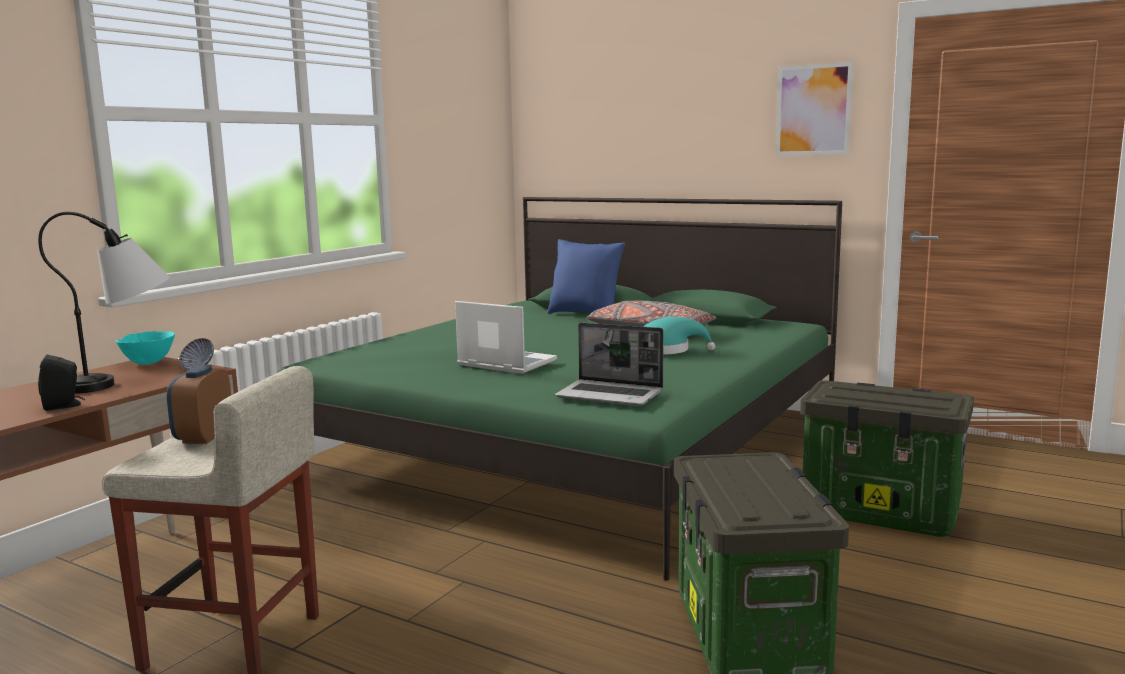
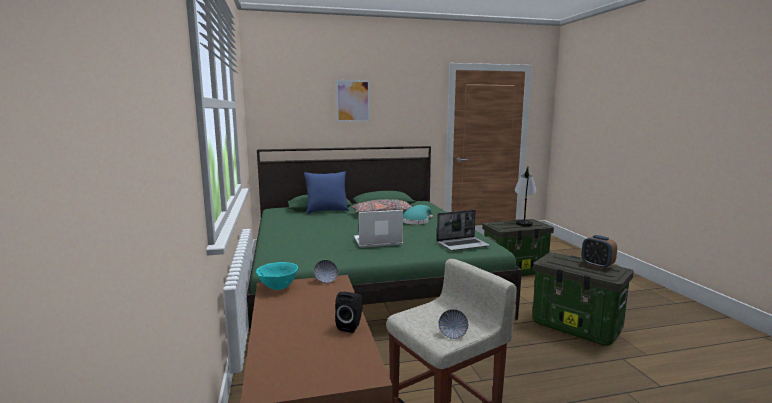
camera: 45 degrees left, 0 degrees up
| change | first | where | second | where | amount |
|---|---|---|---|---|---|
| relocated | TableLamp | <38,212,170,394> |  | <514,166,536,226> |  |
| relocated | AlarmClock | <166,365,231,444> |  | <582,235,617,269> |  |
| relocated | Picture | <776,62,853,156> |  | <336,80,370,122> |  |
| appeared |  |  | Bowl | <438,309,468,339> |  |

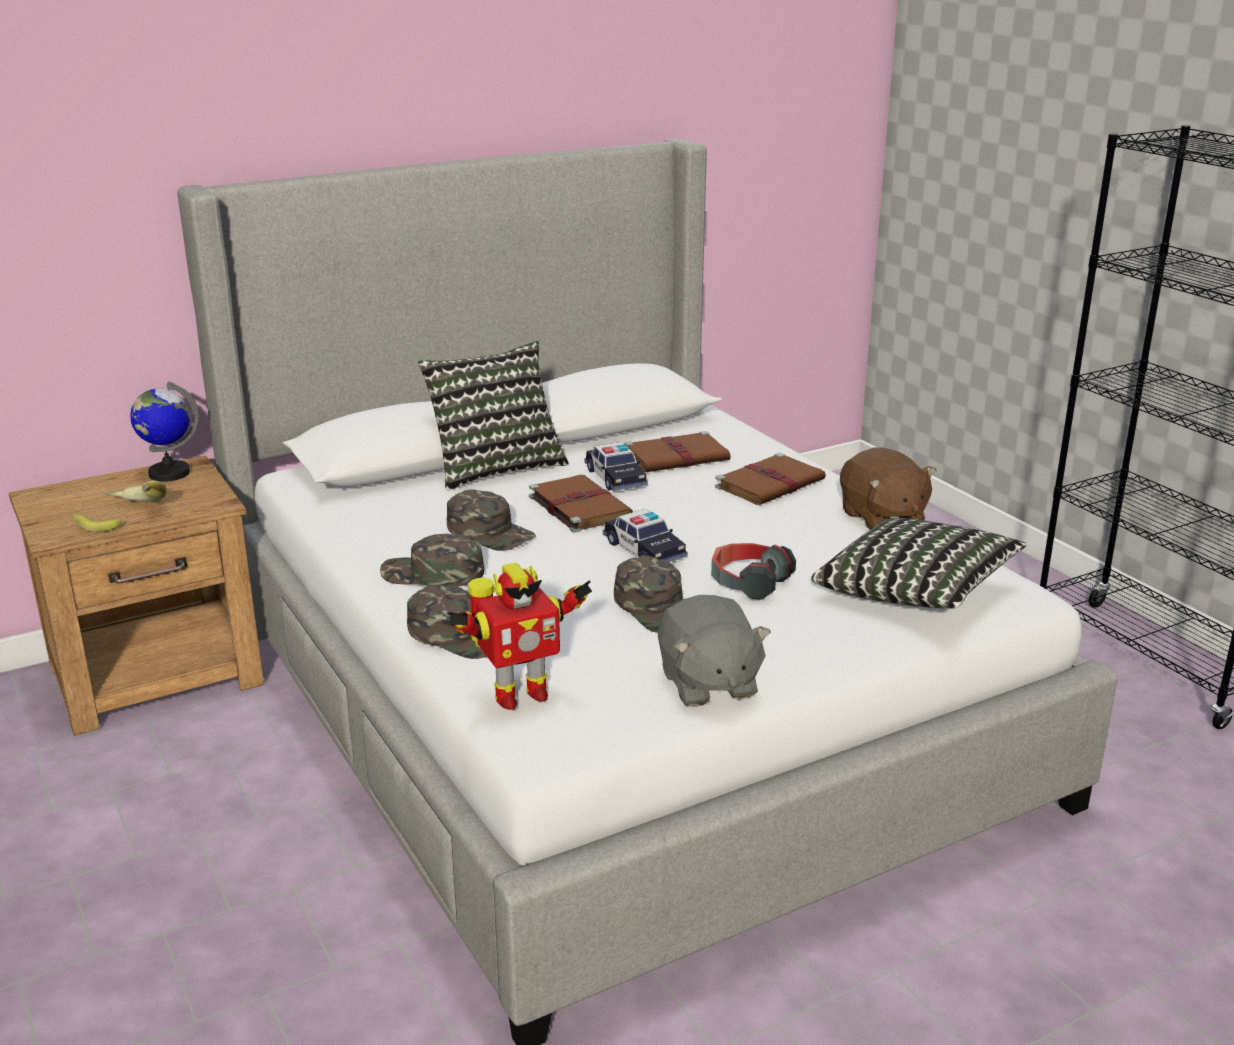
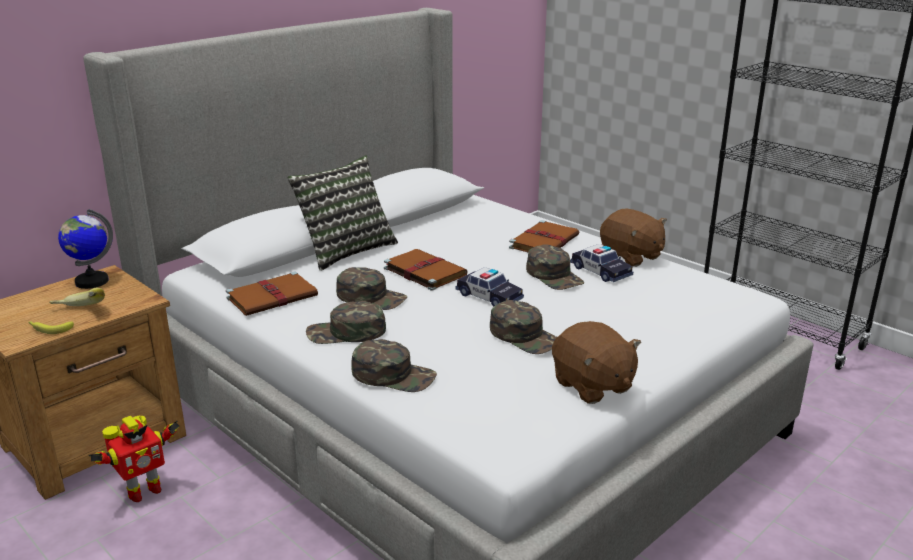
camera: 15 degrees left, 0 degrees up
| change | first | where | second | where | amount |
|---|---|---|---|---|---|
| relocated | ToyRobot | <447,563,592,710> |  | <89,416,180,502> |  |
| relocated | ToyCar | <584,442,648,491> |  | <570,244,633,282> |  |
| relocated | BrownBook | <624,431,731,472> |  | <226,271,318,316> |  |
| colour | GreyPlushToy | <658,595,771,707> | BrownPlushToy | <552,321,641,404> |  |
| missing | Headphones | <711,543,796,600> |  |  |  |
| missing | Pillow | <811,518,1027,609> |  |  |  |
| appeared |  |  | GreenCap | <526,244,584,290> |  |

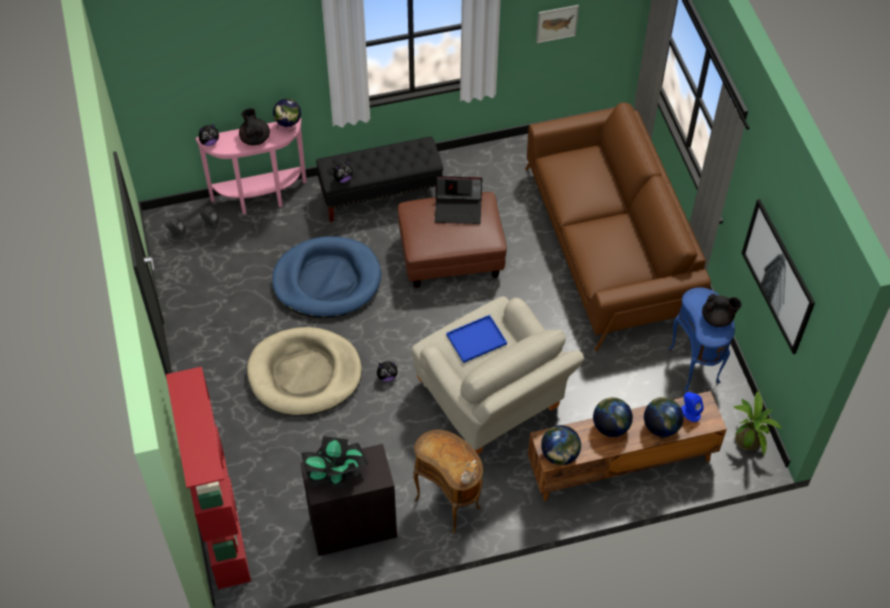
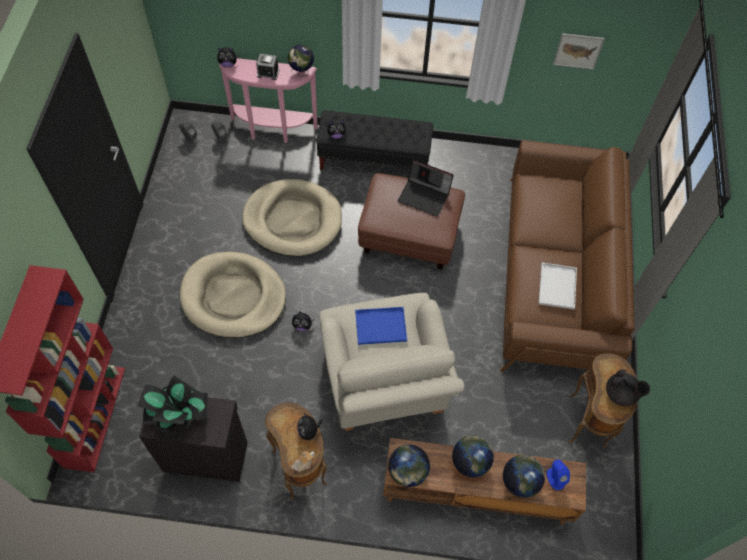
camera: 20 degrees right, 5 degrees up
| change | first | where | second | where | amount |
|---|---|---|---|---|---|
| exchanged | BlackTeapot | <239,108,270,146> | AlarmClock | <256,54,279,80> |  |
| colour | BlueDogBed | <272,236,382,318> | BeigeDogBed | <242,179,342,256> |  |
| colour | BlueSideTable | <668,287,735,391> | BrownSideTable | <568,353,637,448> |  |
| missing | PottedPlant | <734,391,782,456> |  |  |  |
| missing | Picture | <742,199,815,354> |  |  |  |
| appeared |  |  | PlushToy | <297,414,322,440> |  |
| appeared |  |  | WhiteTray | <538,262,577,310> |  |

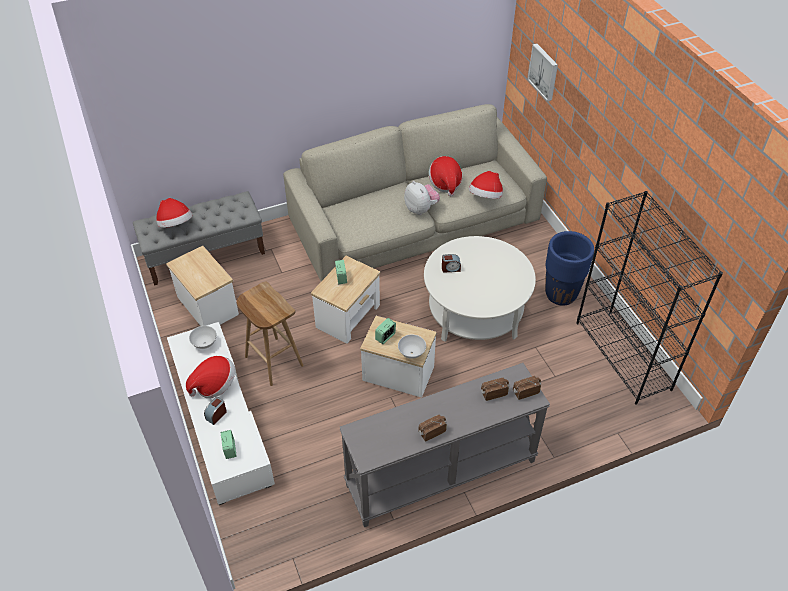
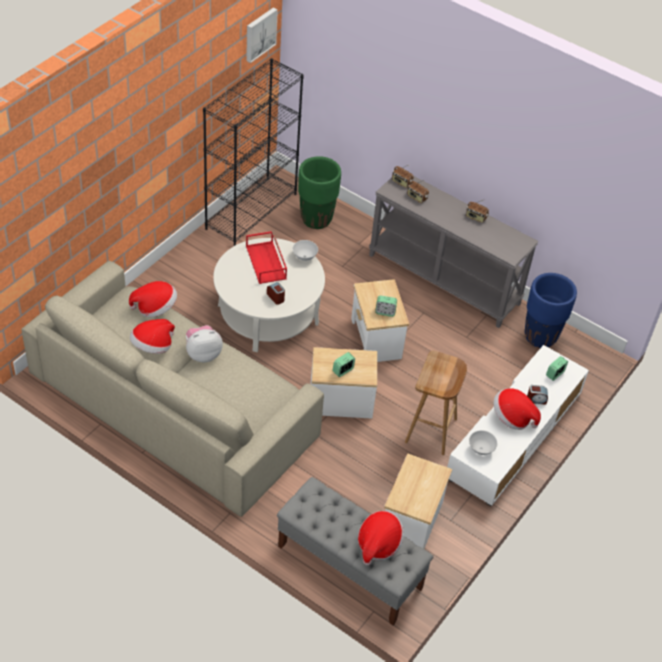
camera: 125 degrees left, 0 degrees up
| change | first | where | second | where | amount |
|---|---|---|---|---|---|
| relocated | WhiteBowl | <398,334,426,359> |  | <293,240,318,261> |  |
| spun | PlushToy | <404,181,440,215> |  | <186,325,223,362> | 45 degrees clockwise |
| relocated | Picture | <528,43,558,101> |  | <246,7,278,63> |  |
| relocated | BluePlanter | <545,231,594,306> |  | <525,273,577,348> |  |
| appeared |  |  | RedTray | <246,231,287,284> |  |
| appeared |  |  | GreenPlanter | <298,156,341,229> |  |

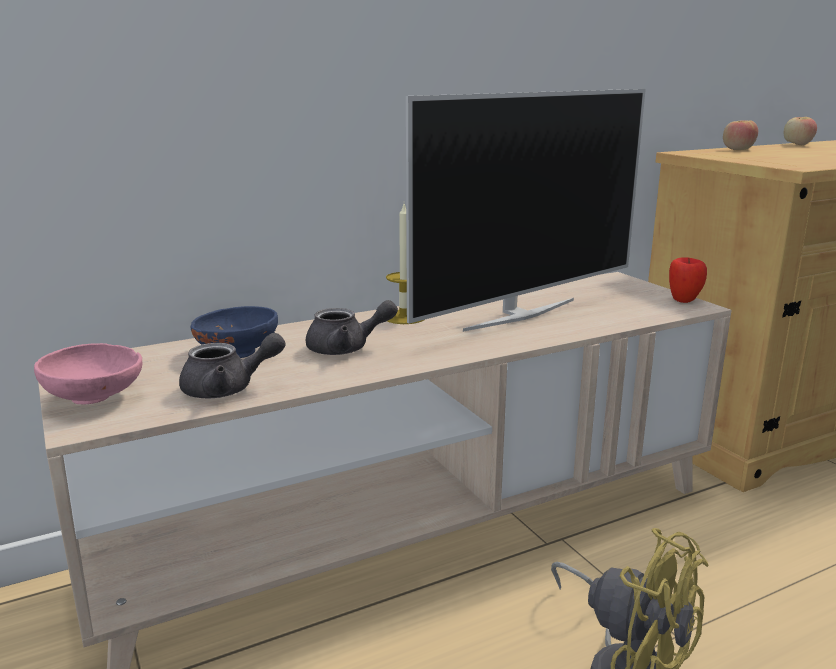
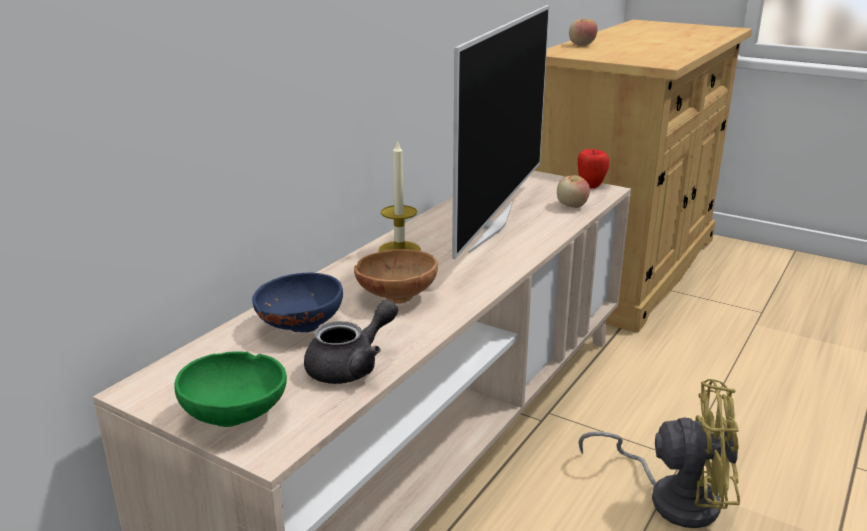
camera: 30 degrees left, 5 degrees up
| change | first | where | second | where | amount |
|---|---|---|---|---|---|
| colour | PinkBowl | <34,343,142,404> | GreenBowl | <174,352,287,427> |  |
| exchanged | GreyTeapot | <306,300,398,355> | BrownBowl | <354,249,438,303> |  |
| relocated | Apple | <784,117,817,145> |  | <557,175,590,208> |  |

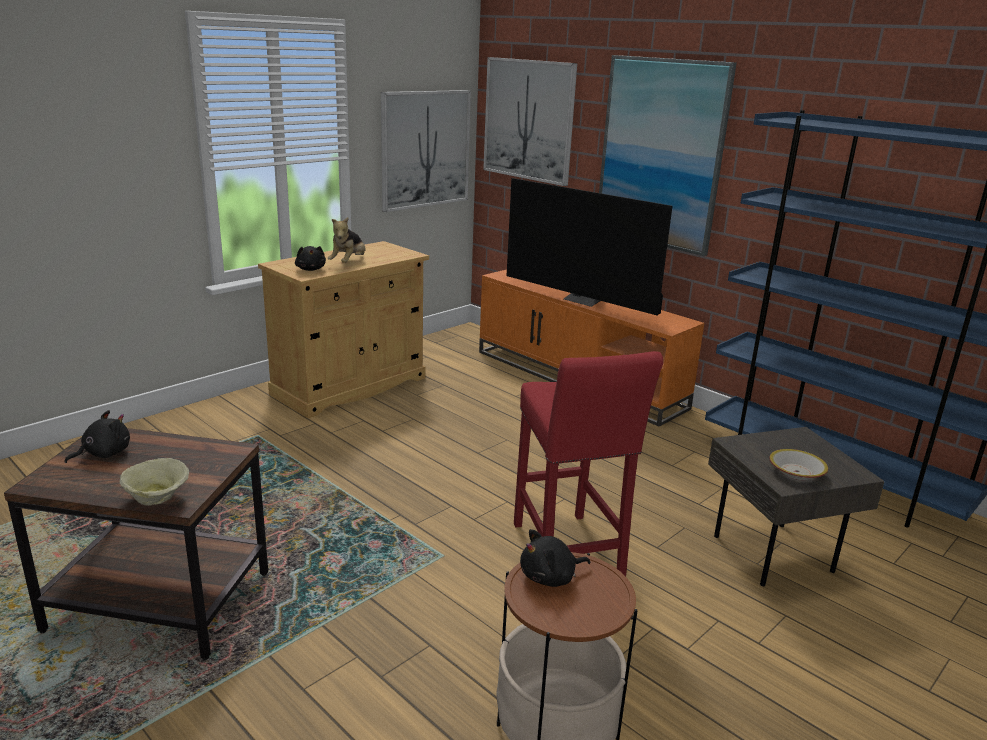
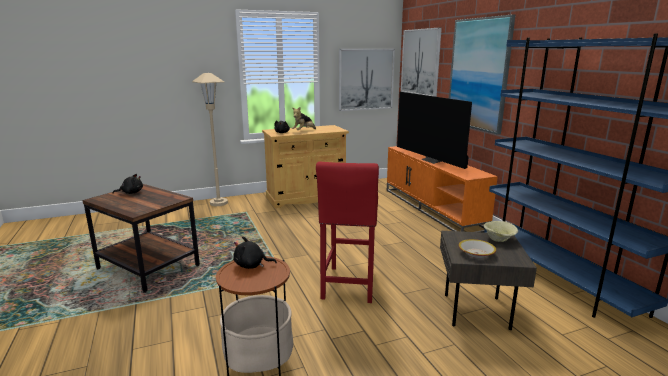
camera: 25 degrees right, 5 degrees down
| change | first | where | second | where | amount |
|---|---|---|---|---|---|
| relocated | BeigeBowl | <119,458,189,506> |  | <484,221,518,242> |  |
| appeared |  |  | BeigeFloorLamp | <192,73,228,206> |  |

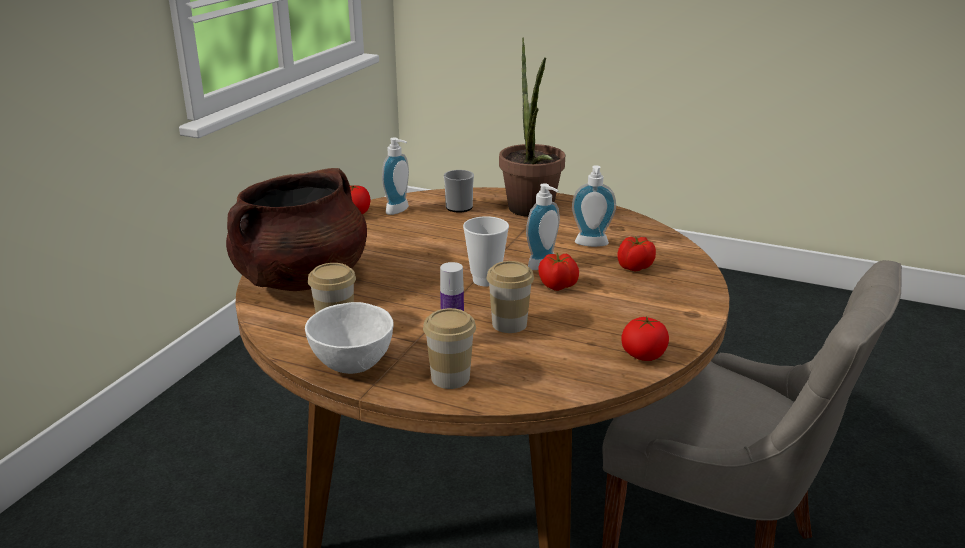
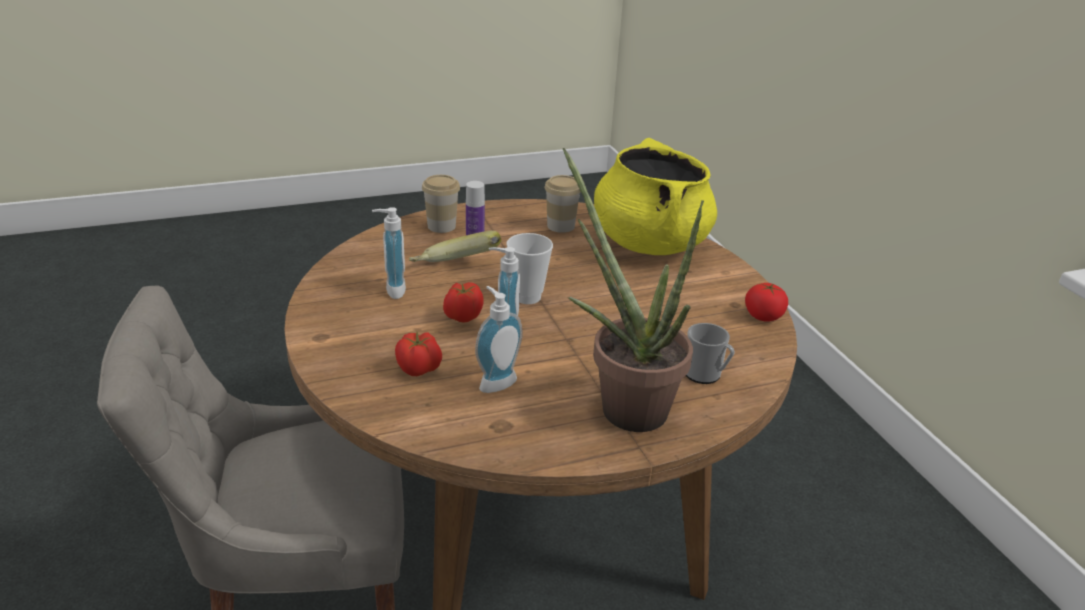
camera: 135 degrees right, 5 degrees up
| change | first | where | second | where | amount |
|---|---|---|---|---|---|
| colour | BrownCookingPot | <226,168,367,291> | YellowCookingPot | <594,138,717,255> |  |
| missing | WhiteBowl | <305,302,394,374> |  |  |  |
| relocated | SoapDispenser | <382,138,409,215> |  | <372,207,406,299> |  |
| exchanged | Cup | <487,261,534,333> | Banana | <409,231,501,262> |  |
| missing | Tomato | <621,316,669,361> |  |  |  |

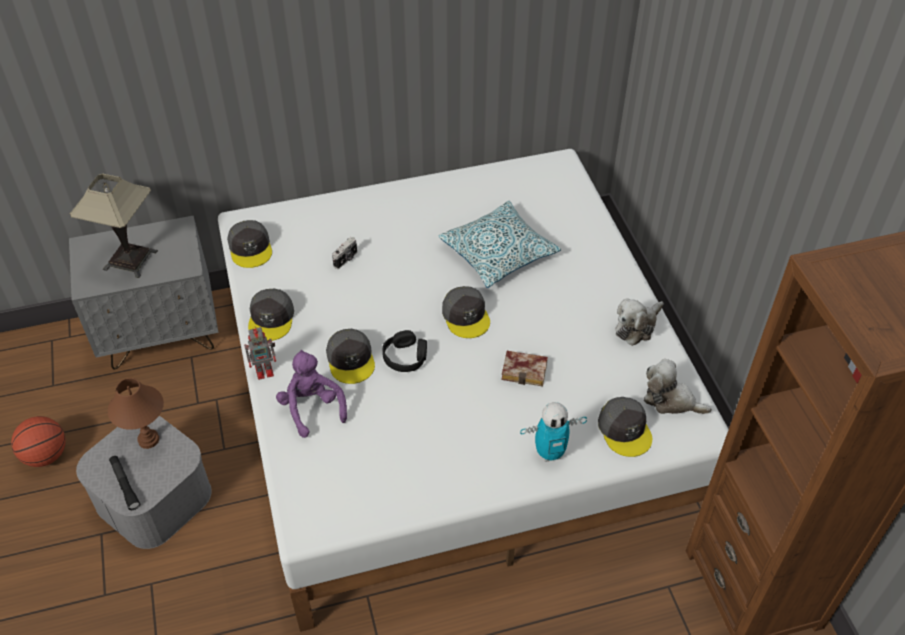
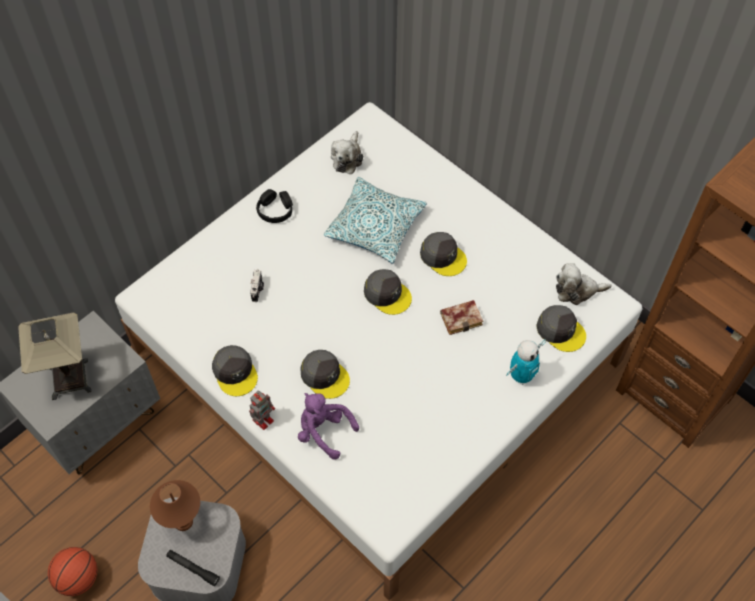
camera: 30 degrees left, 10 degrees up
| change | first | where | second | where | amount |
|---|---|---|---|---|---|
| relocated | GreyCap | <227,220,272,268> |  | <420,232,467,276> |  |
| relocated | BlackHeadphones | <382,330,427,372> |  | <256,189,293,223> |  |
| relocated | PlushToy | <615,298,664,346> |  | <331,131,363,174> |  |

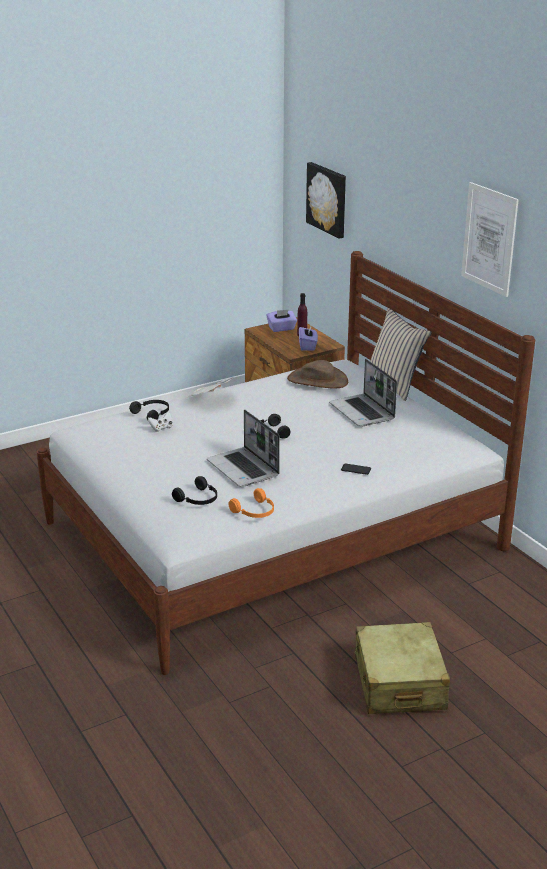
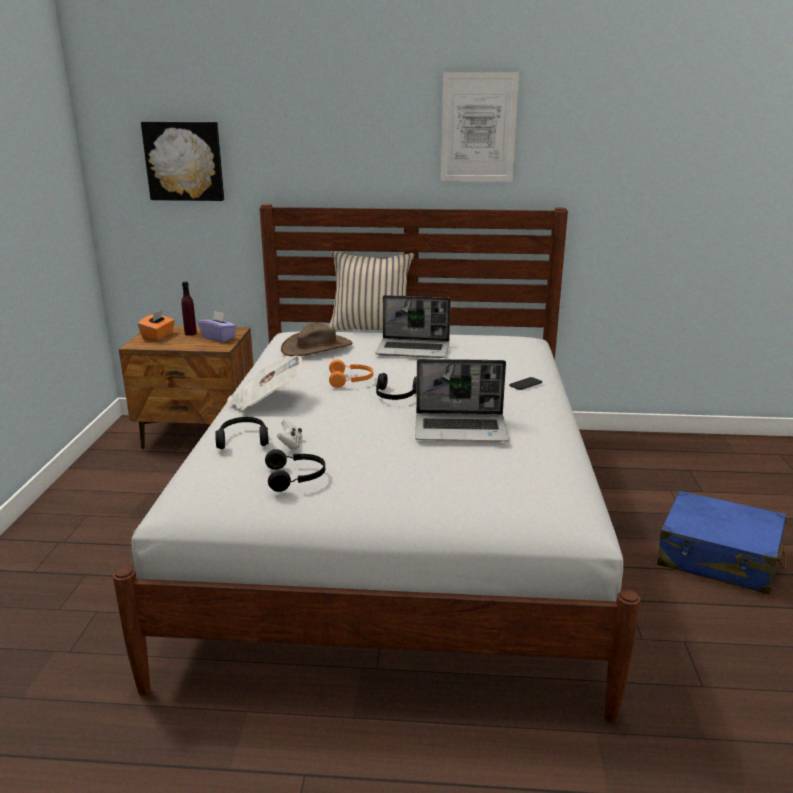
camera: 55 degrees left, 5 degrees down
| change | first | where | second | where | amount |
|---|---|---|---|---|---|
| relocated | BlackHeadphones | <172,476,217,505> |  | <265,449,325,492> |  |
| relocated | OrangeHeadphones | <228,488,274,518> |  | <329,359,373,388> |  |
| colour | PurpleTissueBox | <266,310,297,332> | OrangeTissueBox | <138,310,175,341> |  |
| colour | BeigeSuitcase | <354,622,450,714> | BlueSuitcase | <657,491,786,595> |  |

